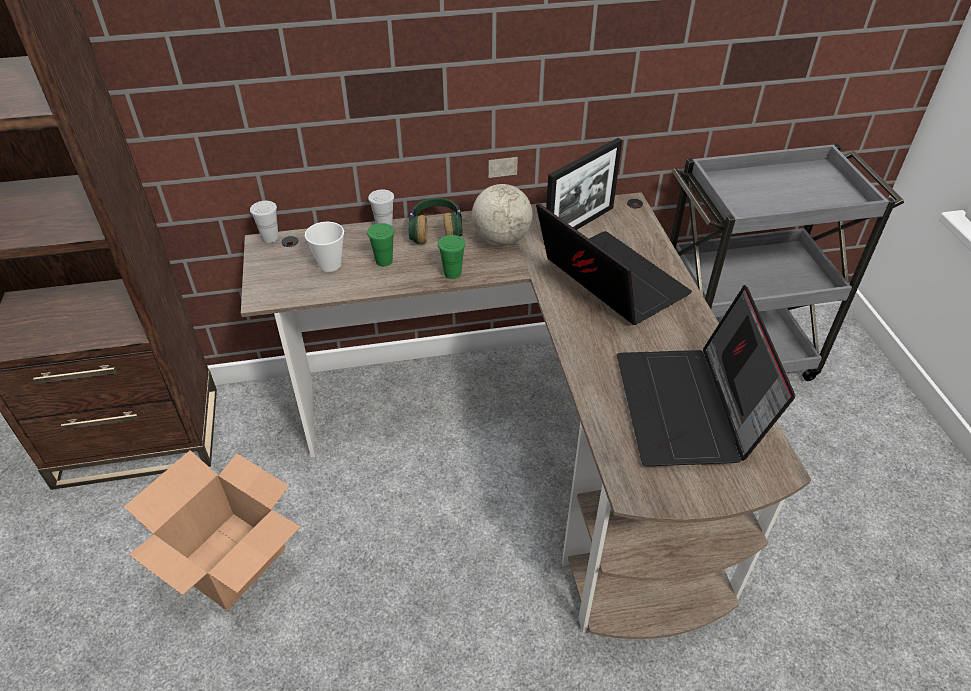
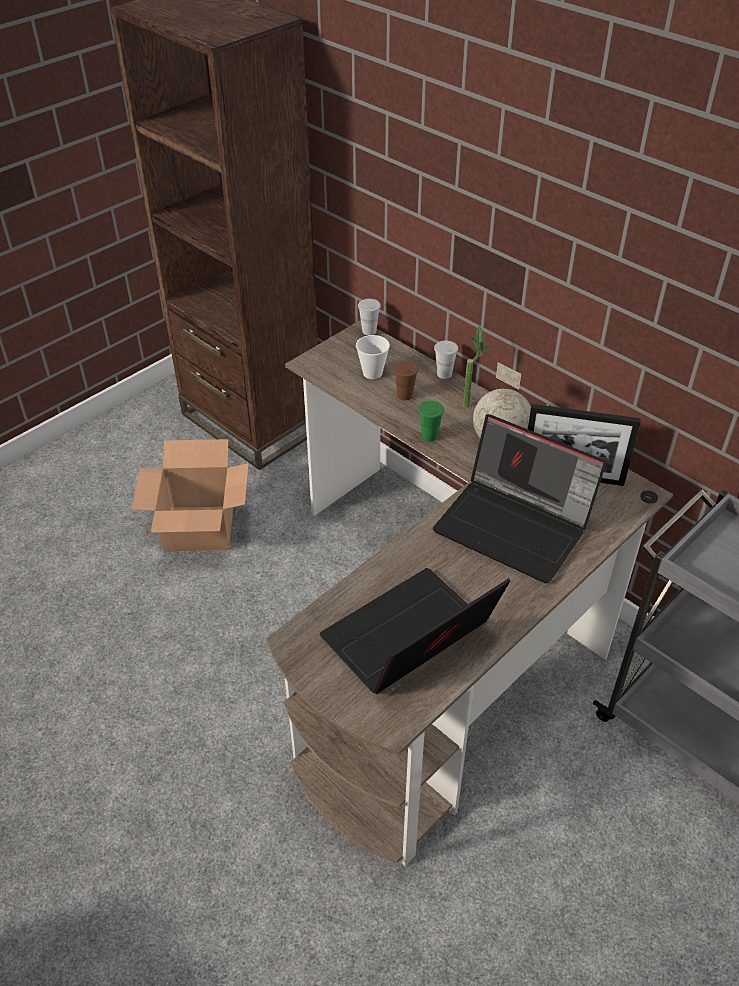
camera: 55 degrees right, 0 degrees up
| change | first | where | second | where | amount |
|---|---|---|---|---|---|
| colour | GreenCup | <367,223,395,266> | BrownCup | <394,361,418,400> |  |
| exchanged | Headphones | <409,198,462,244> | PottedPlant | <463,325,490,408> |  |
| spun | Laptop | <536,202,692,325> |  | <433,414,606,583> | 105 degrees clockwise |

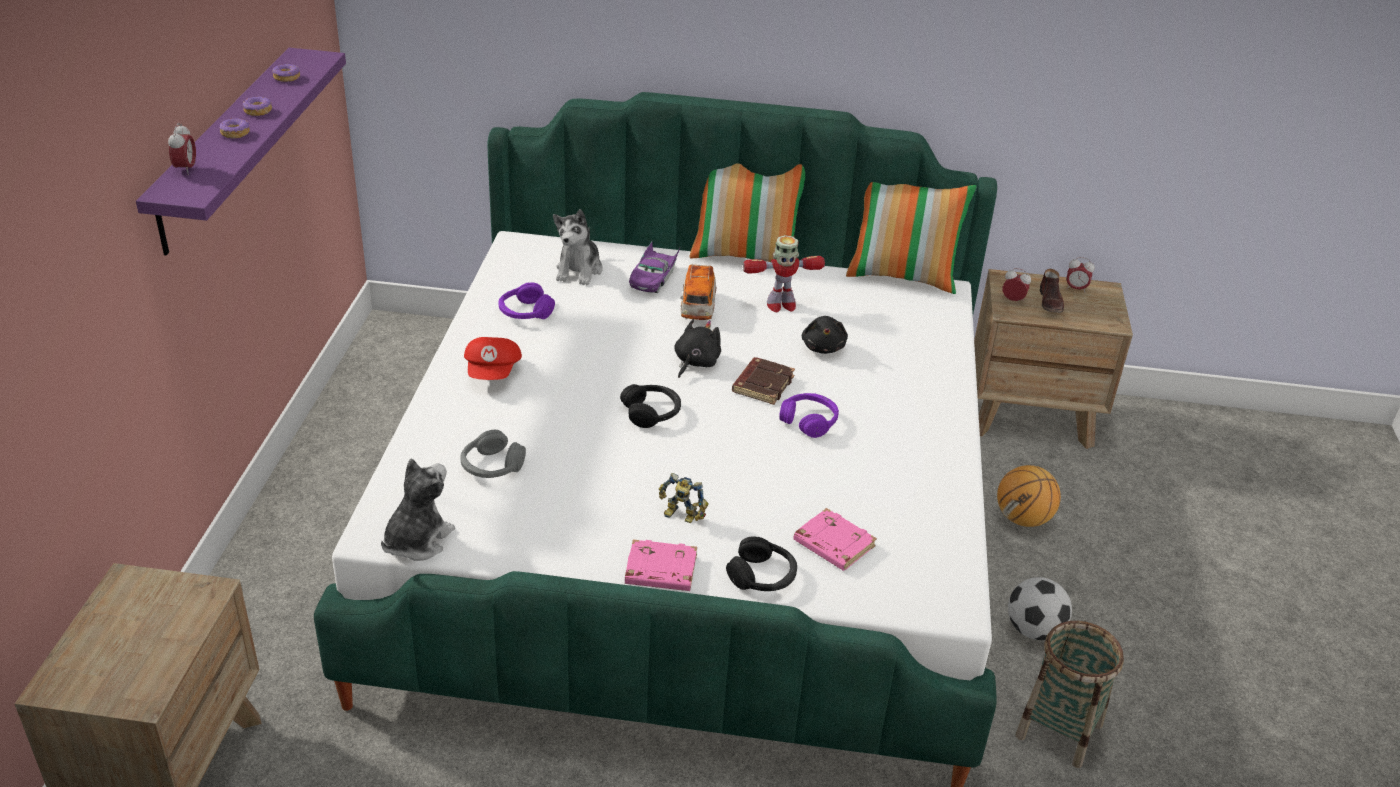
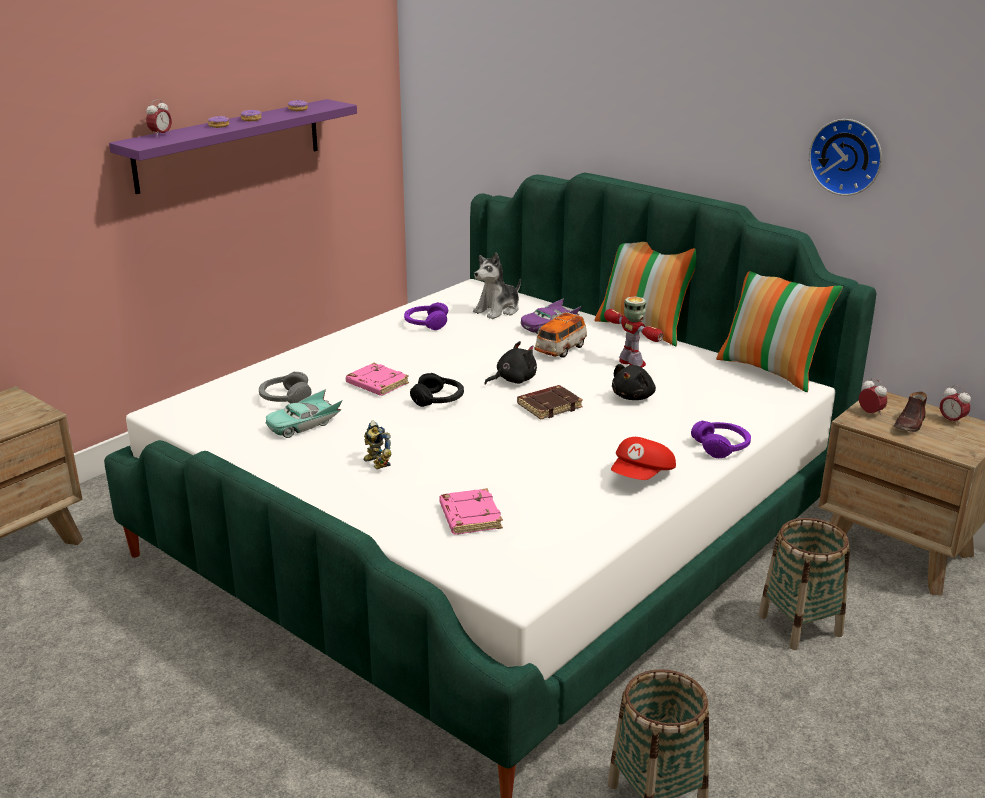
camera: 35 degrees right, 10 degrees down
| change | first | where | second | where | amount |
|---|---|---|---|---|---|
| missing | PlushToy | <381,458,455,561> |  |  |  |
| relocated | RedCap | <464,337,522,380> |  | <611,437,676,480> |  |
| relocated | PinkBook | <625,540,697,591> |  | <346,363,409,396> |  |
| missing | BlackHeadphones | <726,536,797,591> |  |  |  |
| spun | ToyRobot | <743,235,825,312> |  | <604,296,664,368> | 150 degrees counterclockwise |
| relocated | PurpleHeadphones | <779,393,839,438> |  | <691,420,751,458> |  |
| exchanged | Basketball | <997,465,1061,527> | Basket | <758,518,850,650> |  |
| missing | Football | <1008,577,1072,640> |  |  |  |
| appeared |  |  | TurquoiseToyCar | <266,389,343,438> |  |
| appeared |  |  | WallClock | <809,119,882,196> |  |

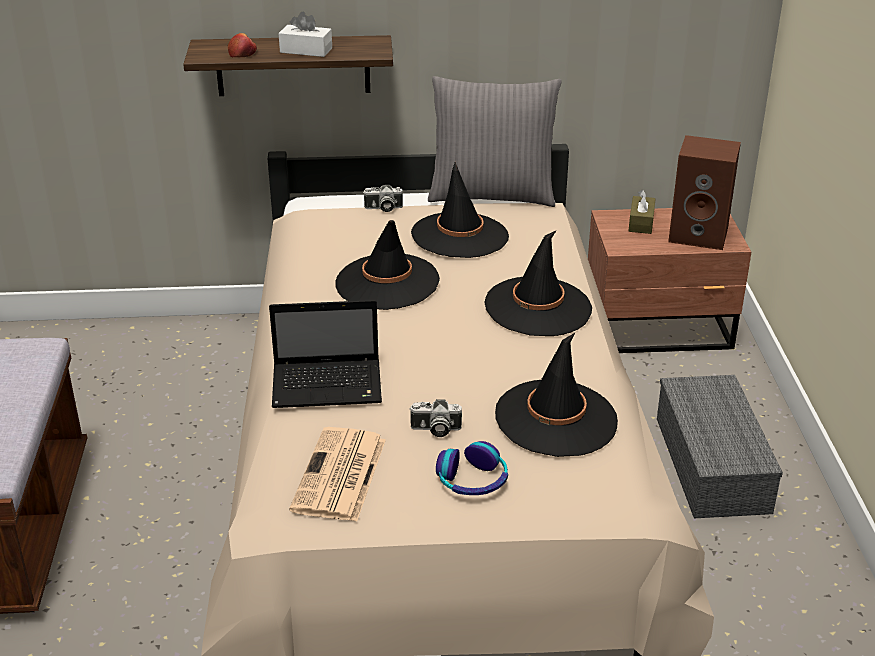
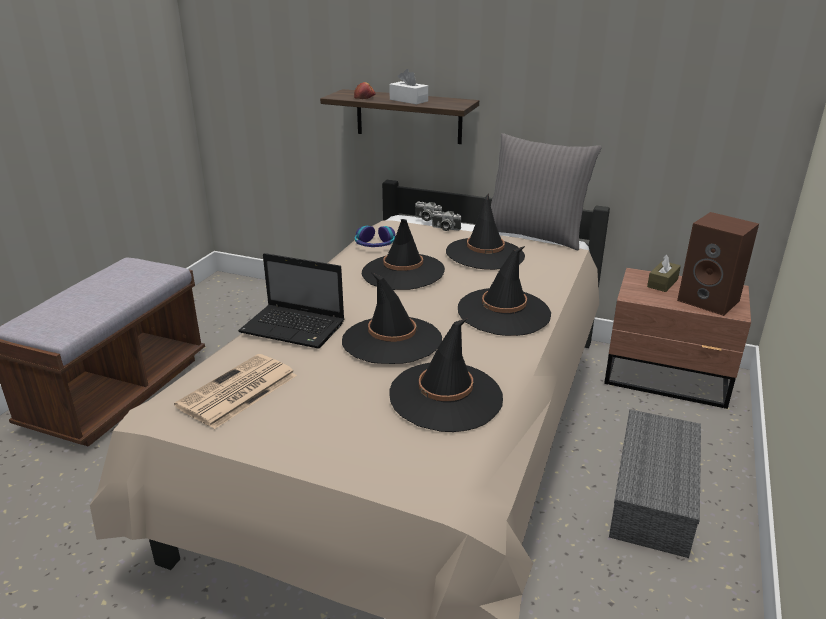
camera: 25 degrees right, 5 degrees down
| change | first | where | second | where | amount |
|---|---|---|---|---|---|
| relocated | PhotoCamera | <409,399,462,437> |  | <415,201,442,221> |  |
| relocated | Headphones | <436,441,508,495> |  | <355,226,396,247> |  |
| appeared |  |  | BlackHat | <342,272,442,364> |  |

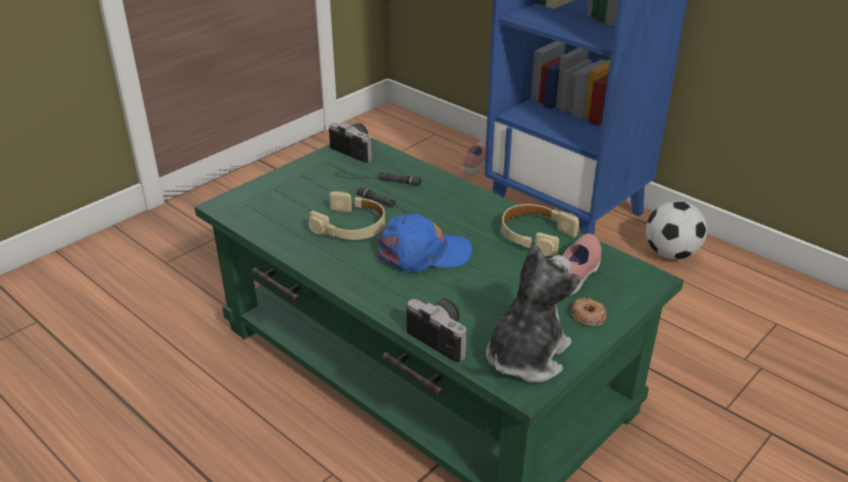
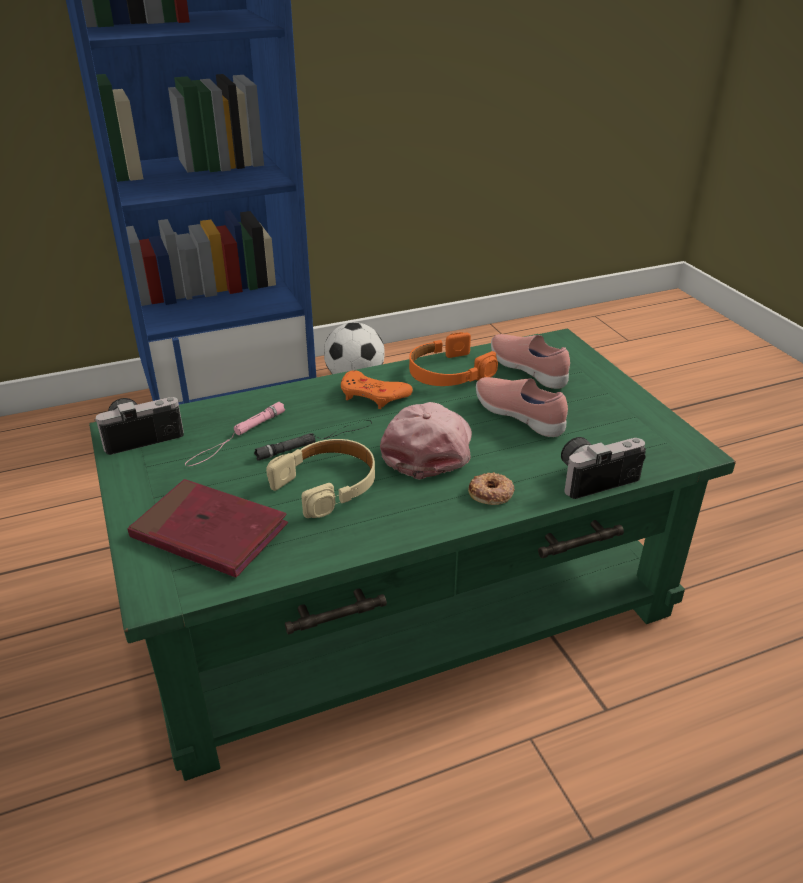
camera: 65 degrees left, 0 degrees up
| change | first | where | second | where | amount |
|---|---|---|---|---|---|
| colour | BlackFlashlight | <336,173,422,186> | PinkFlashlight | <185,402,285,466> |  |
| colour | BlueCap | <376,213,472,273> | PinkCap | <380,402,472,480> |  |
| relocated | PinkShoe | <462,141,486,175> |  | <476,377,568,437> |  |
| missing | PlushToy | <486,244,580,383> |  |  |  |
| colour | BeigeHeadphones | <502,204,579,257> | OrangeHeadphones | <409,332,498,386> |  |
| relocated | Donut | <572,297,607,326> |  | <468,472,515,505> |  |
| appeared |  |  | RedBook | <127,479,288,577> |  |
| appeared |  |  | OrangeGameController | <341,370,413,409> |  |

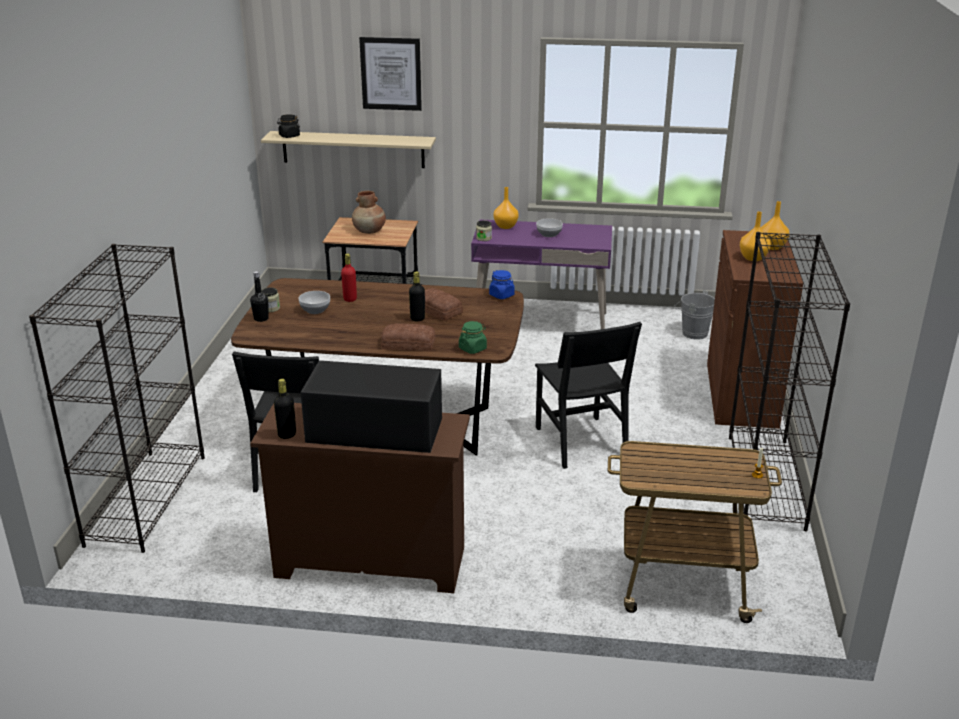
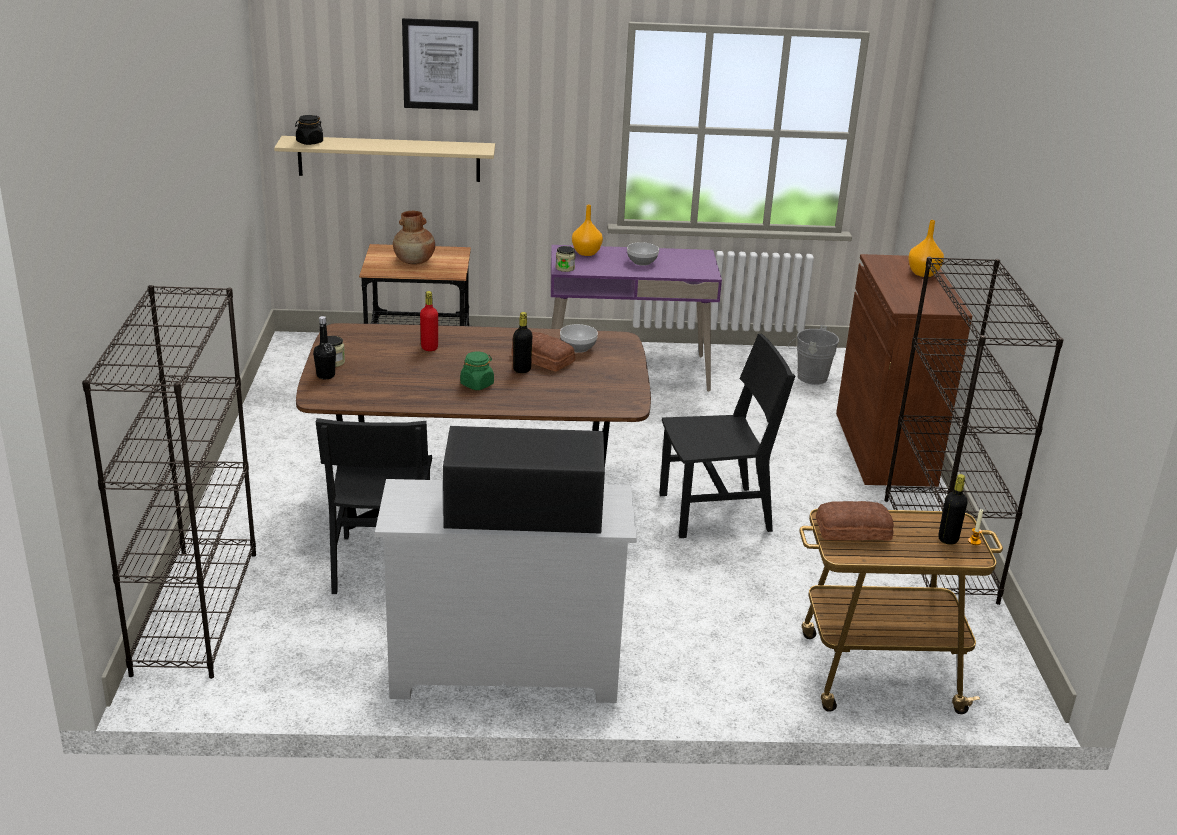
camera: 10 degrees left, 0 degrees up
| change | first | where | second | where | amount |
|---|---|---|---|---|---|
| colour | BrownDresser | <250,403,470,593> | WhiteDresser | <375,479,637,703> |  |
| relocated | BlackBottle | <274,379,296,439> |  | <938,474,968,545> |  |
| relocated | Bowl | <298,291,330,314> |  | <560,324,598,353> |  |
| relocated | Bread | <381,323,436,351> |  | <816,501,894,541> |  |
| relocated | GreenJar | <459,321,487,354> |  | <460,351,494,390> |  |
| missing | BlueJar | <489,270,515,299> |  |  |  |
| spun | BlackChair | <535,322,642,469> |  | <659,334,795,538> | 75 degrees counterclockwise |
| missing | OrangeVase | <740,212,771,261> |  |  |  |

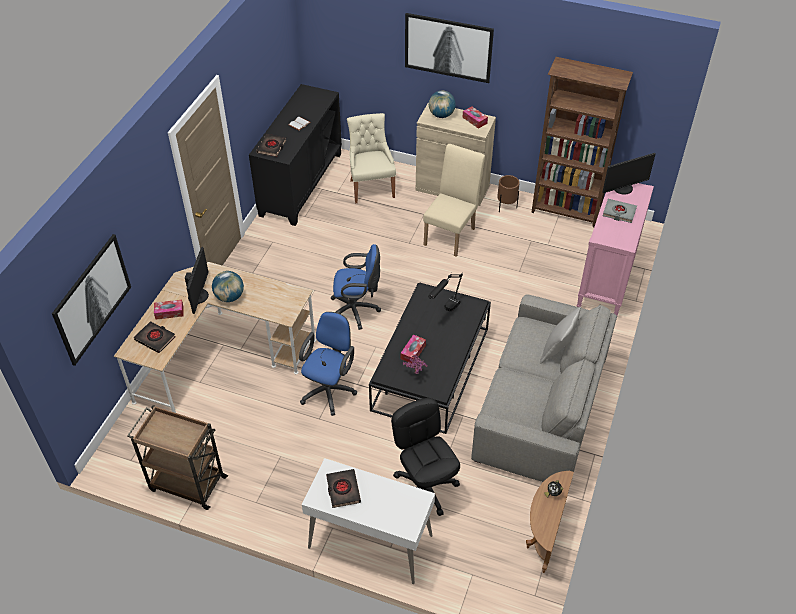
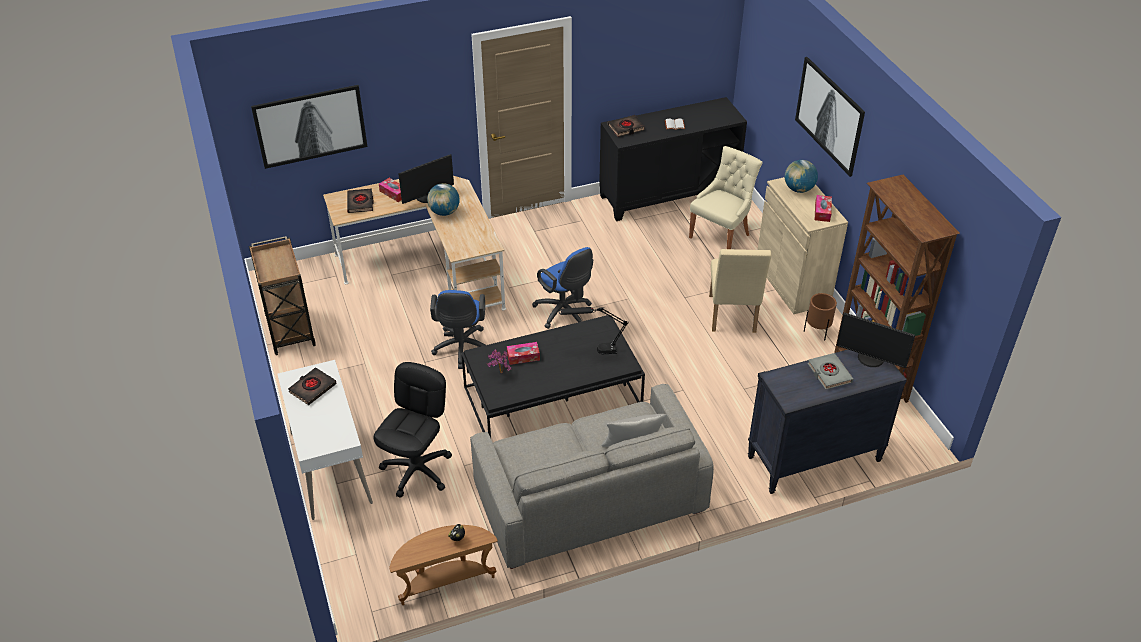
camera: 50 degrees right, 5 degrees down
| change | first | where | second | where | amount |
|---|---|---|---|---|---|
| spun | BlueOfficeChair | <299,312,357,416> |  | <430,290,485,369> | 105 degrees clockwise |
| spun | BeigeChair | <423,144,485,257> |  | <709,249,771,333> | 105 degrees clockwise |
| colour | PinkDresser | <577,183,654,316> | BlackDresser | <748,349,907,494> |  |

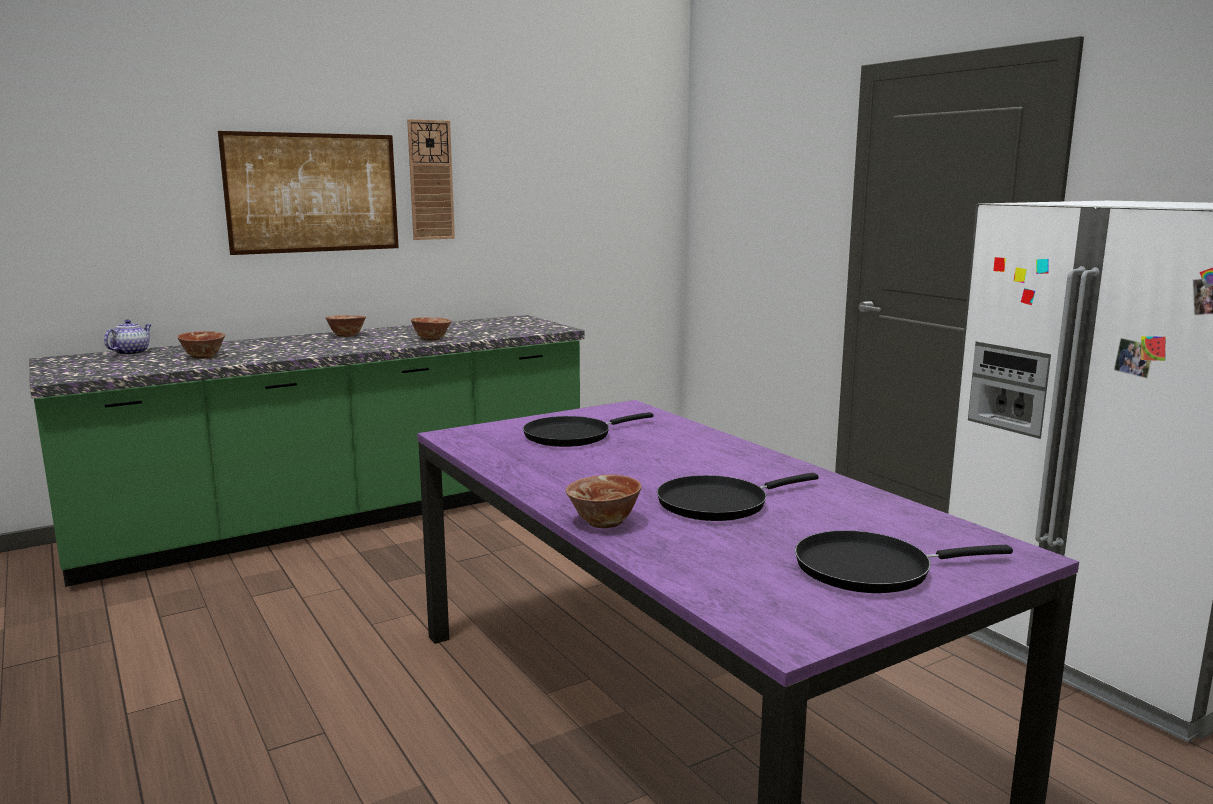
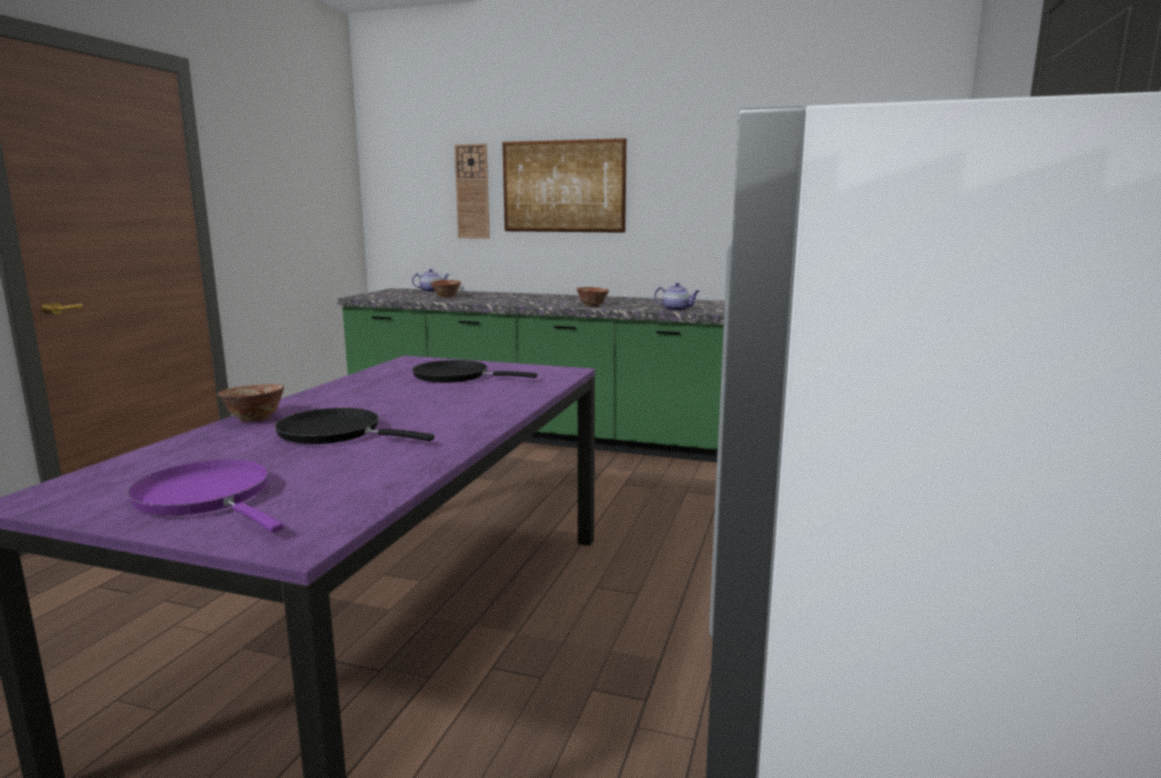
camera: 50 degrees right, 0 degrees up
| change | first | where | second | where | amount |
|---|---|---|---|---|---|
| missing | Bowl | <325,315,366,337> |  |  |  |
| relocated | WallClock | <407,119,455,240> |  | <454,144,490,239> |  |
| colour | BlackFryingPan | <795,530,1013,593> | PurpleFryingPan | <127,459,284,533> |  |
| appeared |  |  | Teapot | <655,283,700,311> |  |

